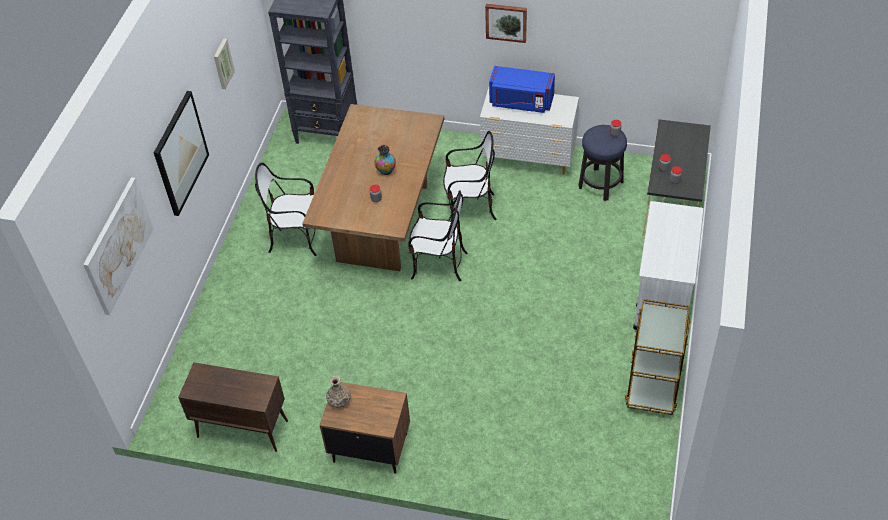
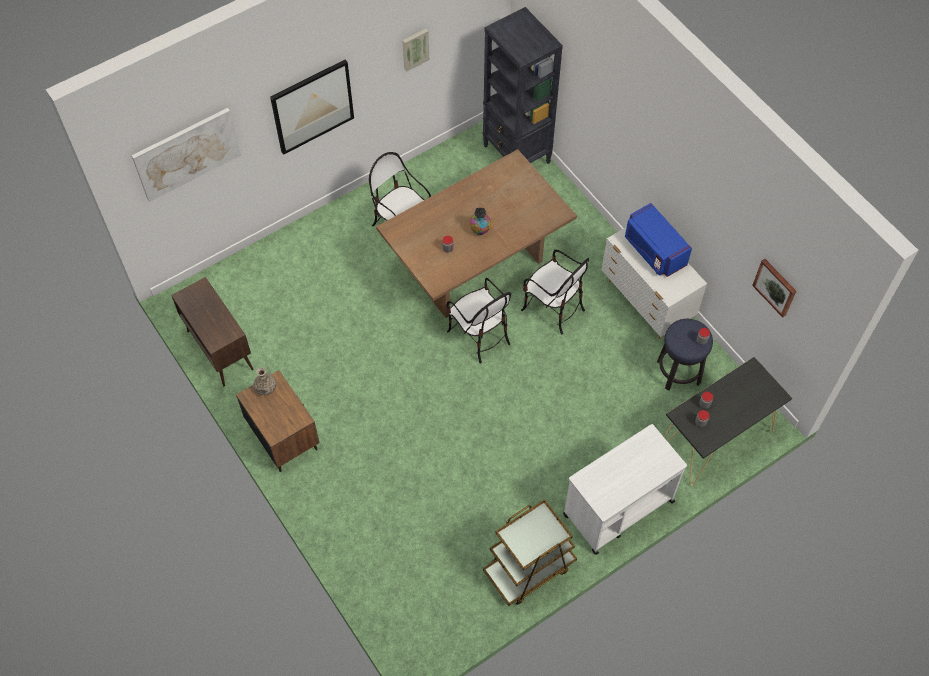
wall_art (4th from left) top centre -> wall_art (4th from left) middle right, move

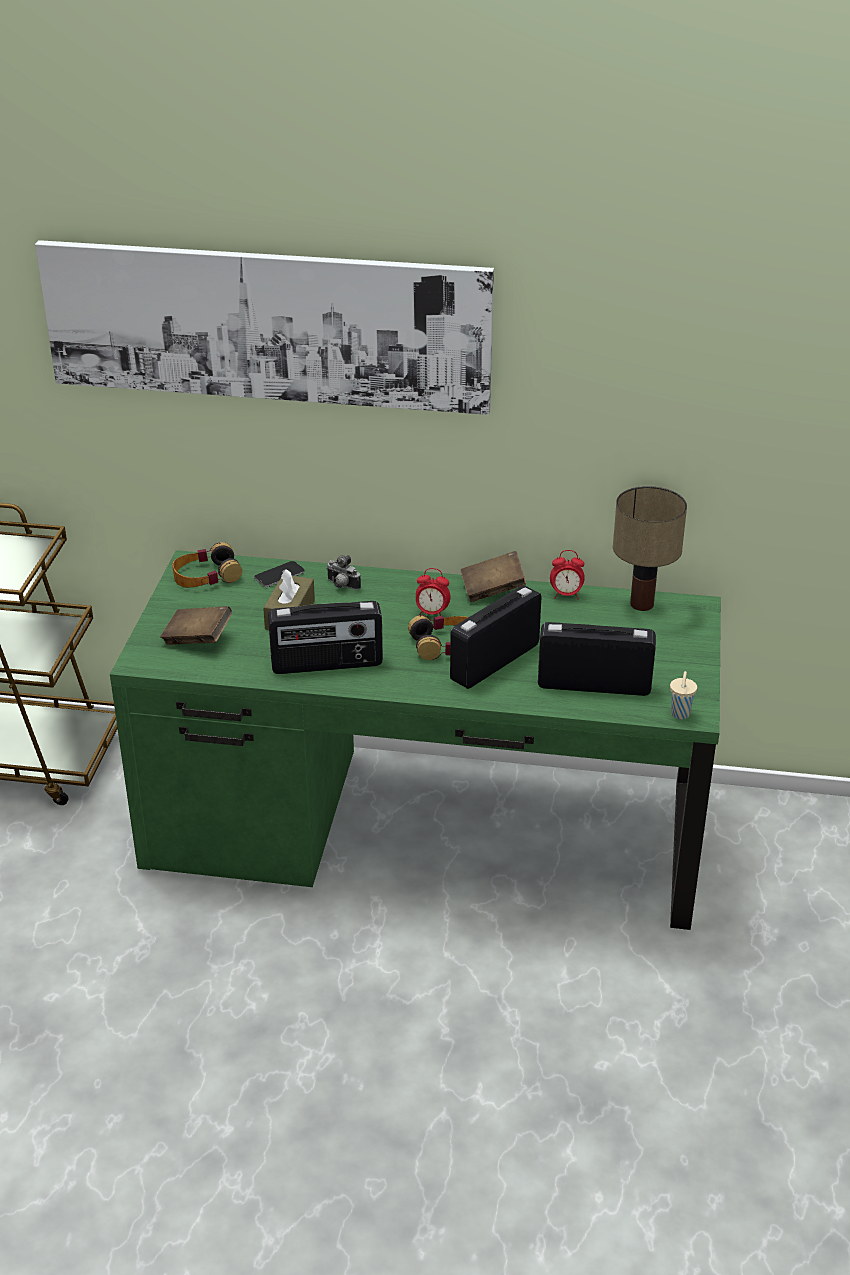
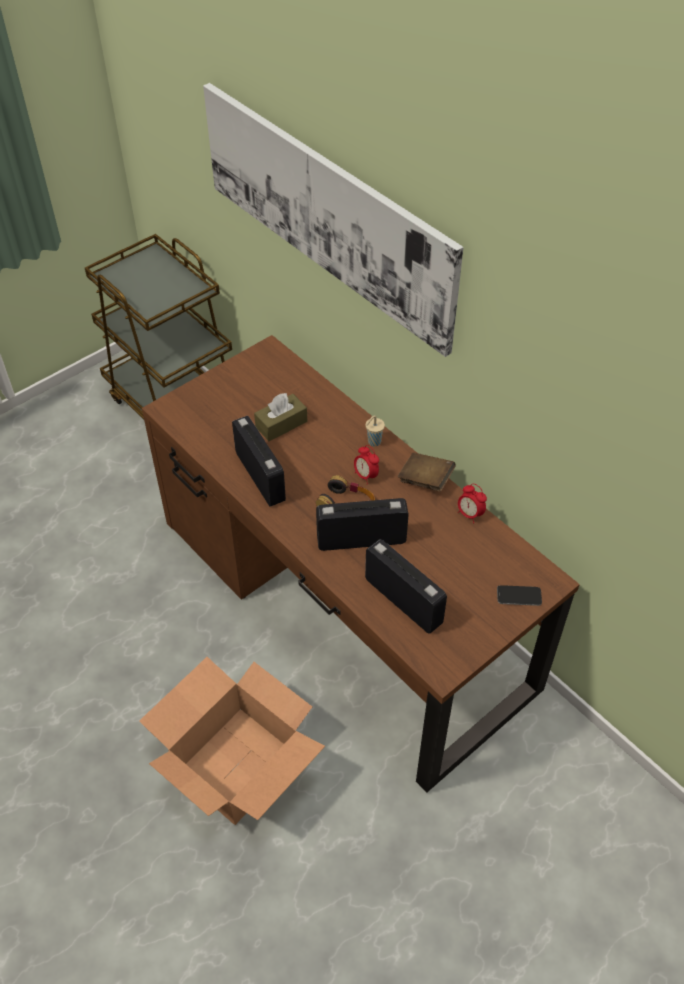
brown_book (1st from left) middle left -> none
pair_of_headphones (1st from left) middle left -> none
photo_camera centre -> none
tabletop_lamp middle right -> none
none -> packing_box bottom centre
telephone middle left -> telephone middle right, move
beige_cup middle right -> beige_cup centre, move
greenish_desk centre -> brown_desk centre
radio (1st from left) centre, 150 degrees counterclockwise

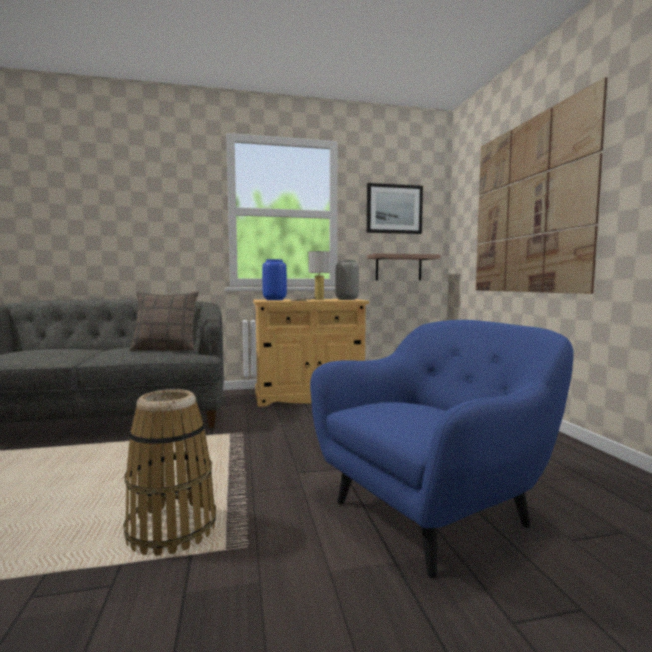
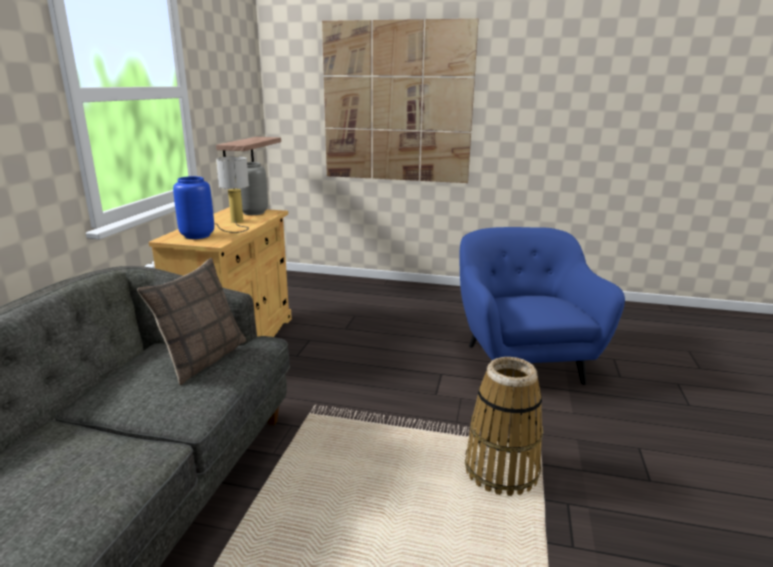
wall_art (1st from left) top centre -> none

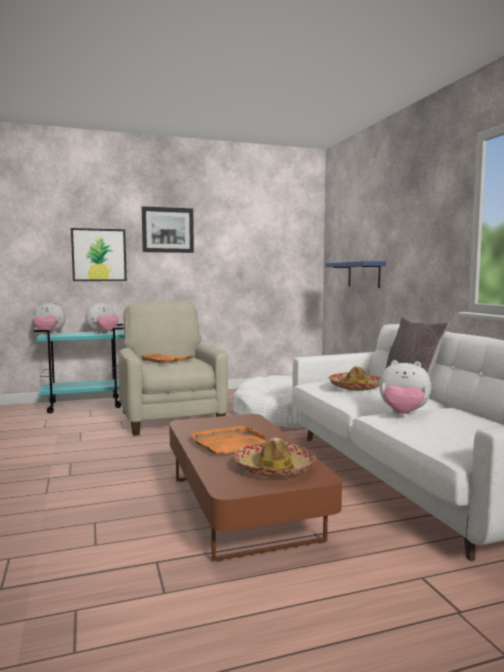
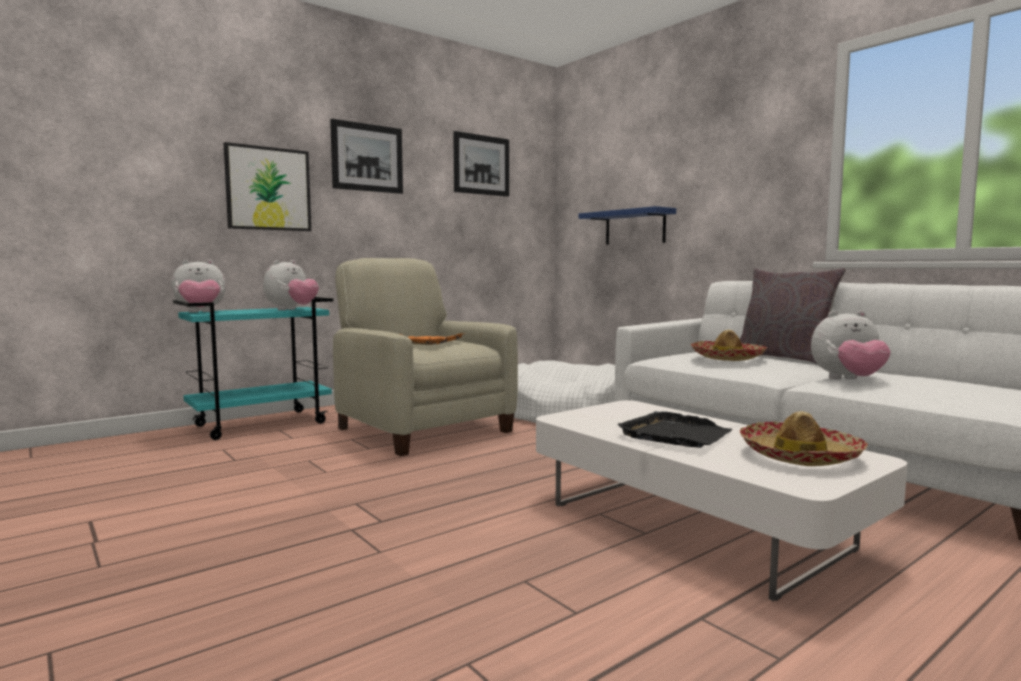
none -> wall_art (3rd from left) top centre
brown_coffee_table bottom centre -> white-coloured_coffee_table bottom right
orangey_tray (2nd from left) centre -> black-coloured_tray centre

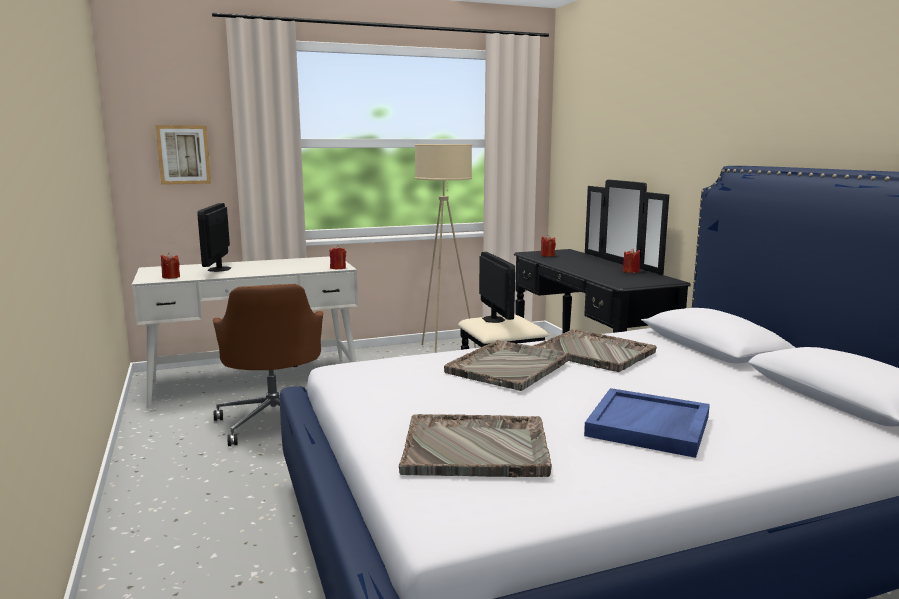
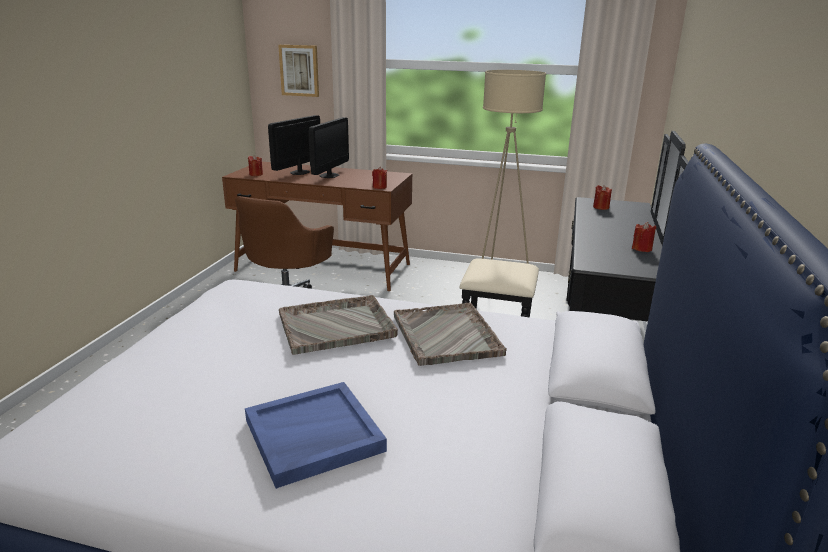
greyish_tray (1st from left) bottom centre -> none
computer_screen (2nd from left) centre -> computer_screen (2nd from left) top centre, move
white-coloured_desk middle left -> brown_desk centre

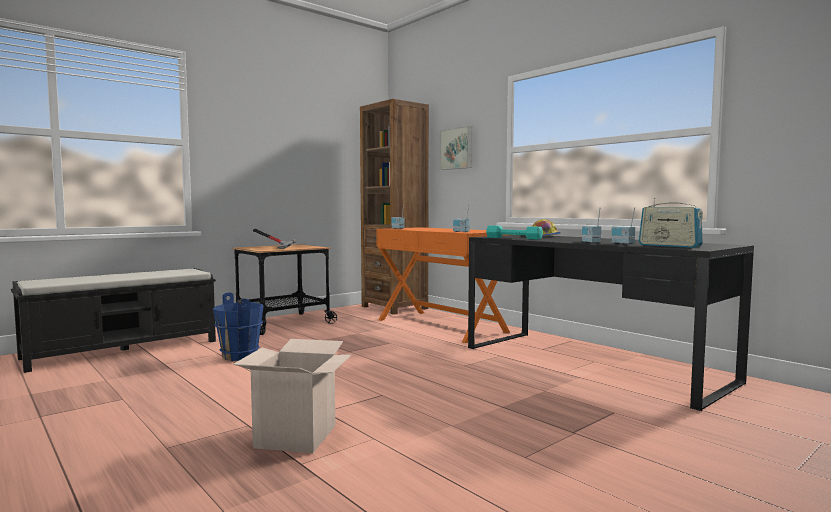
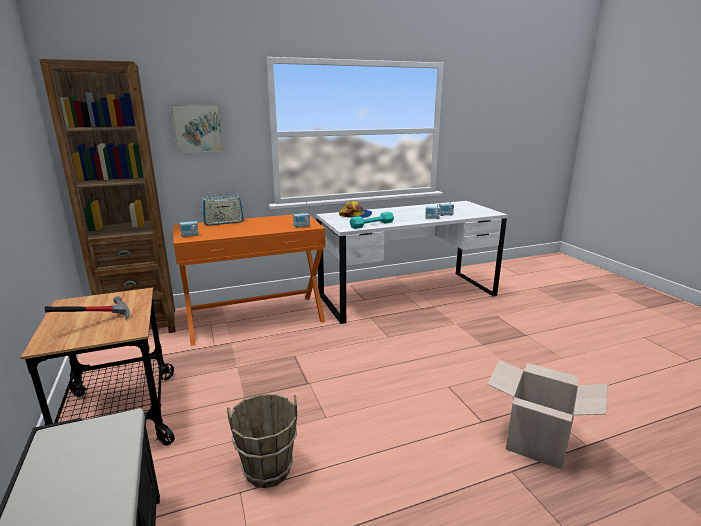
radio (5th from left in the first image) middle right -> radio (2nd from left) middle left, move
bluish_bucket middle left -> brown_bucket bottom centre
black-coloured_desk middle right -> white-coloured_desk centre

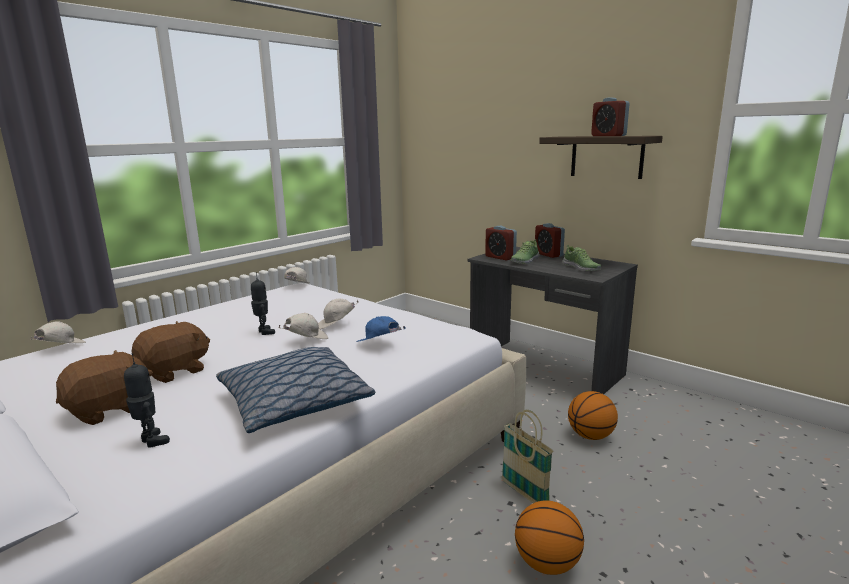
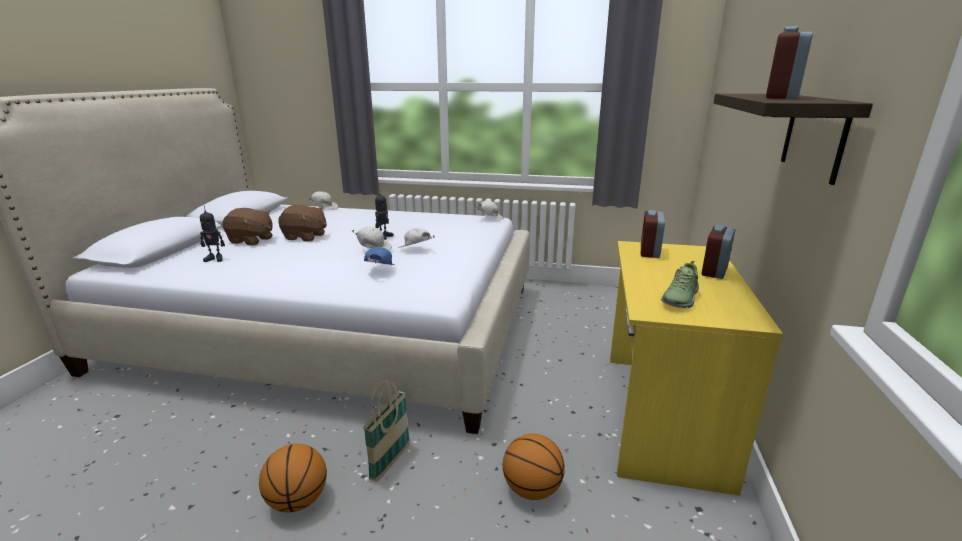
pillow bottom centre -> none
item_of_footwear (1st from left) centre -> none
greyish_desk centre -> yellow_desk bottom right
model_robot (1st from left) bottom left -> model_robot (1st from left) middle left, 75 degrees clockwise

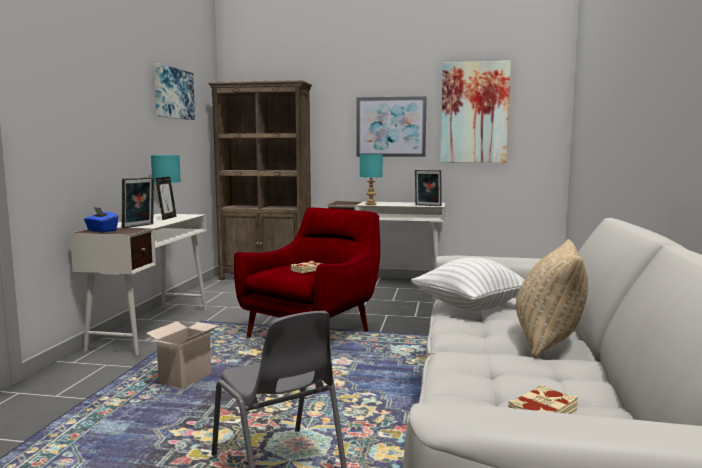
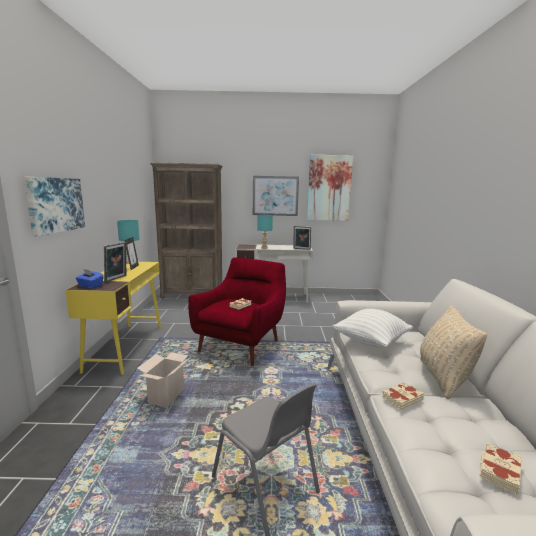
none -> beige_book (2nd from left) bottom right
wall_art (1st from left) top left -> wall_art (1st from left) middle left, move
white-coloured_desk (1st from left) middle left -> yellow_desk middle left

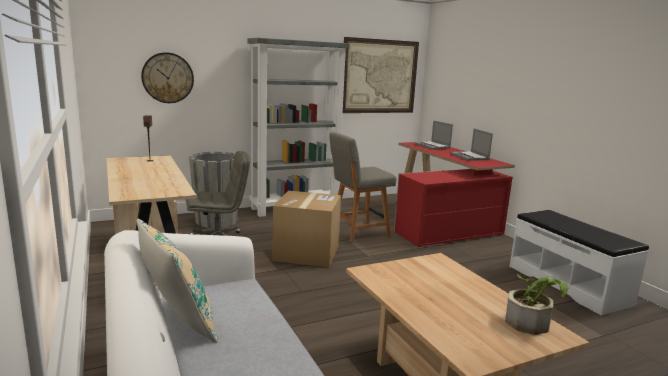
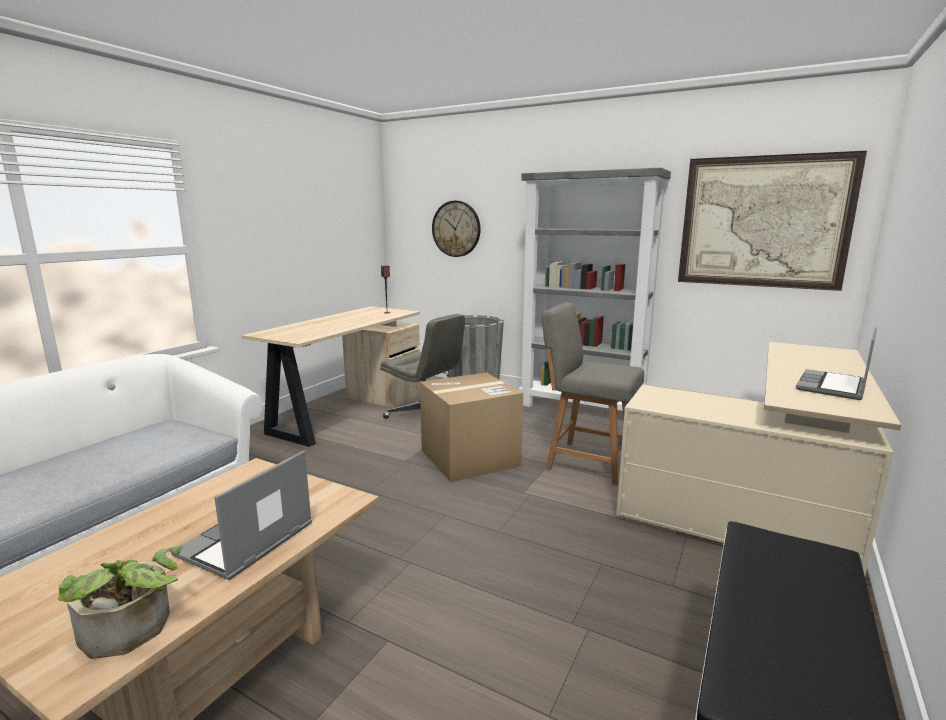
beige_pillow bottom left -> none
laptop (1st from left) centre -> laptop (1st from left) bottom left, move
red_desk middle right -> beige_desk (2nd from left) middle right

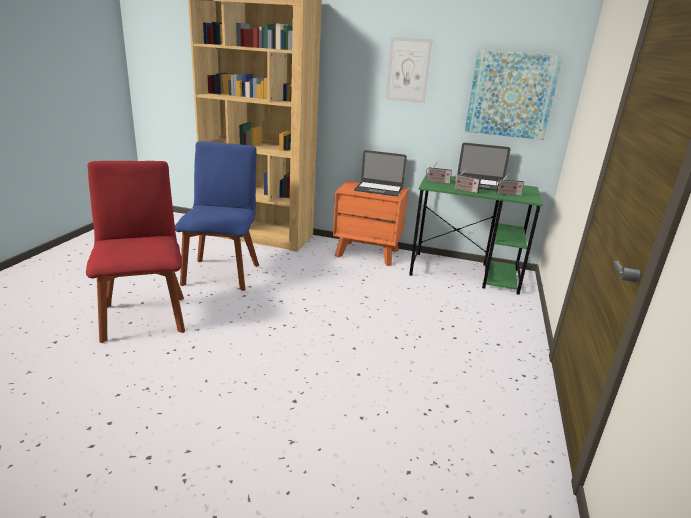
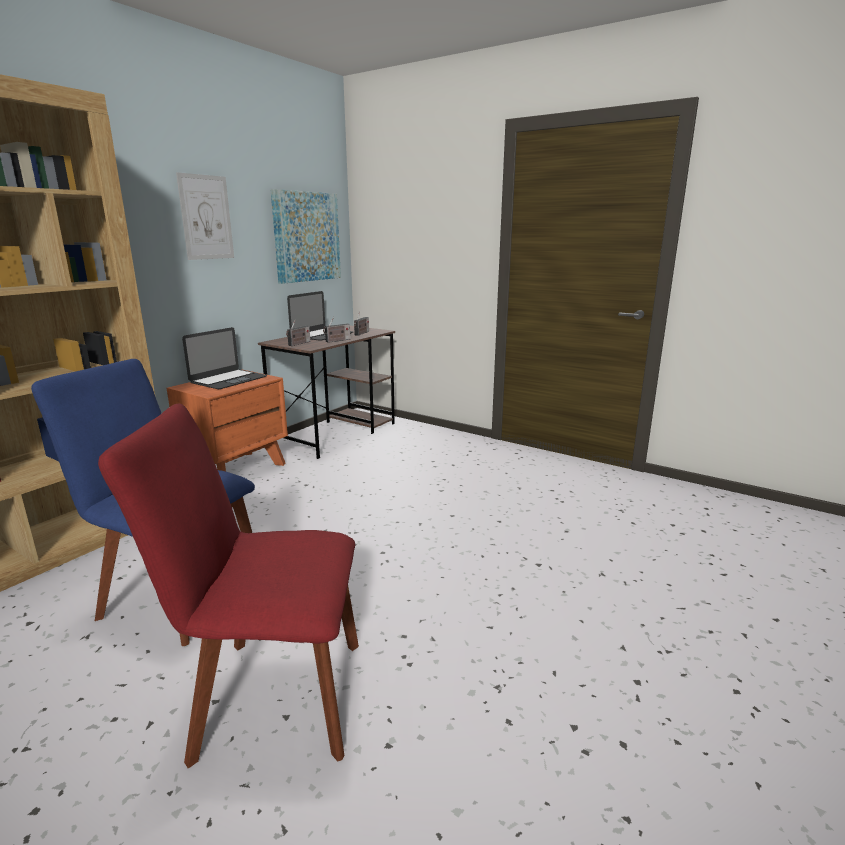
greenish_desk middle right -> brown_desk centre

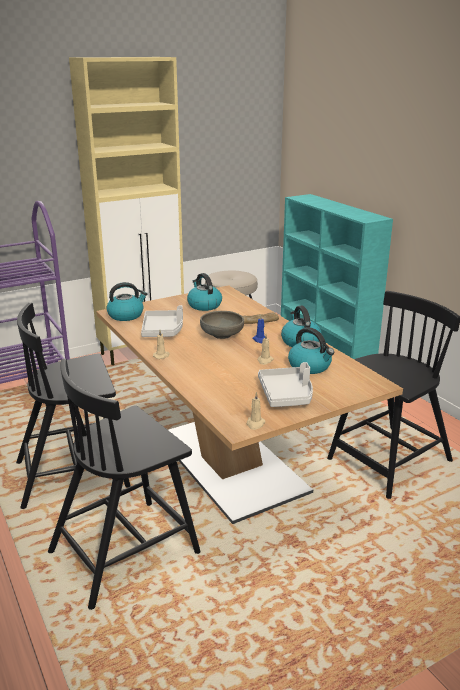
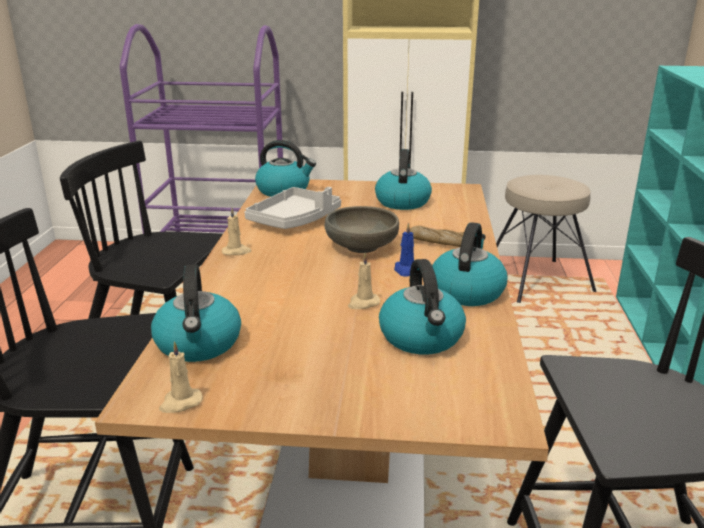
greyish_tray (2nd from left) centre -> none
none -> water_kettle (1st from left) middle left

